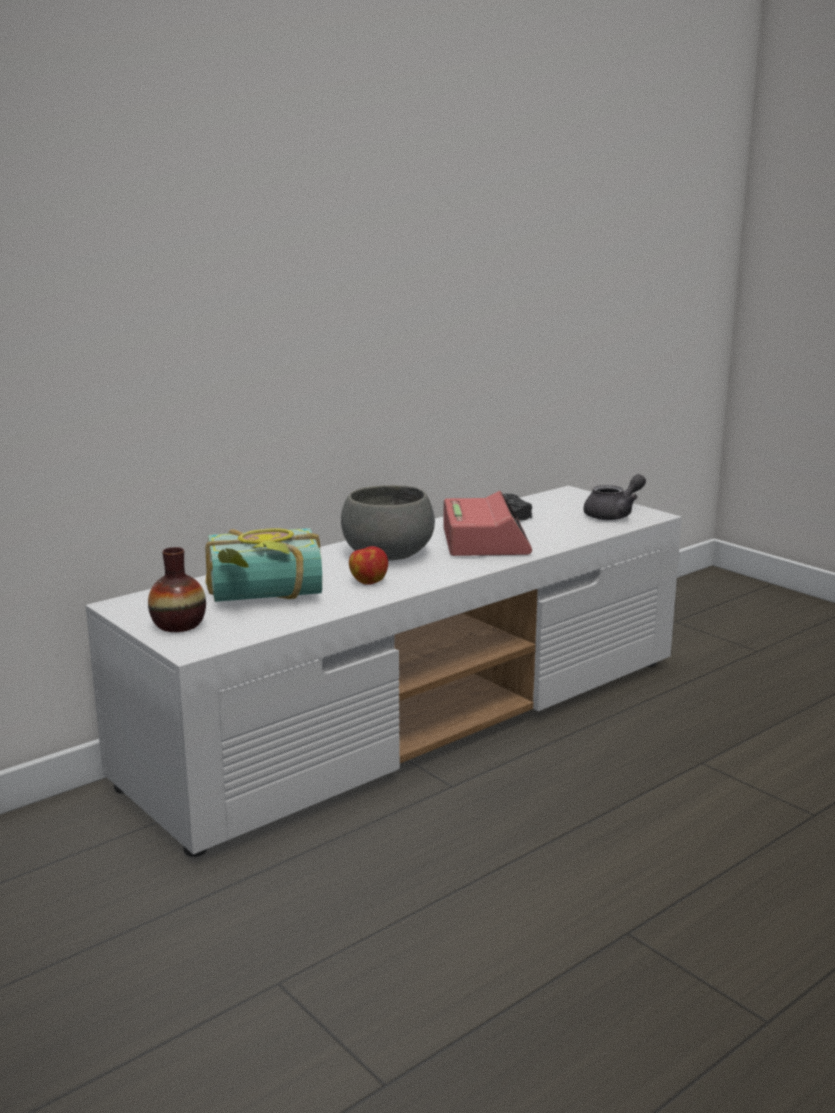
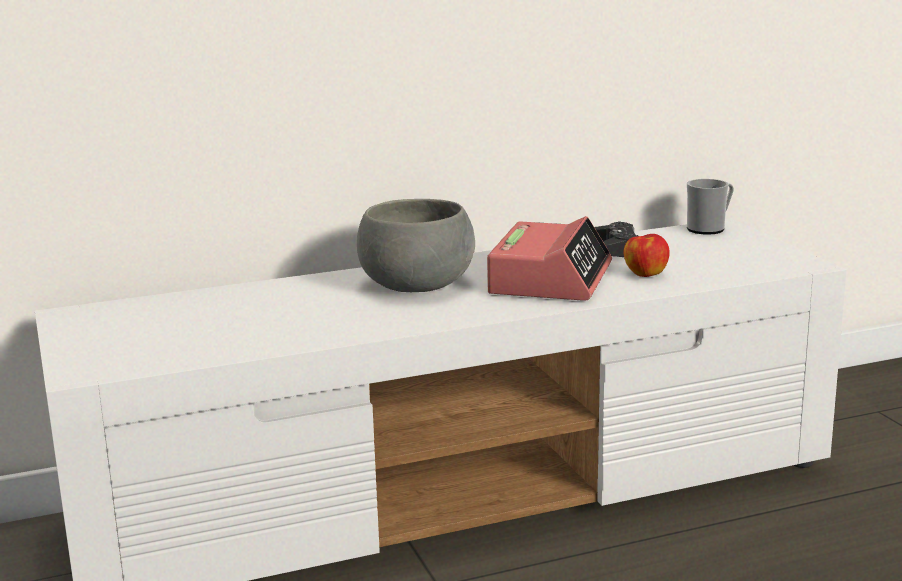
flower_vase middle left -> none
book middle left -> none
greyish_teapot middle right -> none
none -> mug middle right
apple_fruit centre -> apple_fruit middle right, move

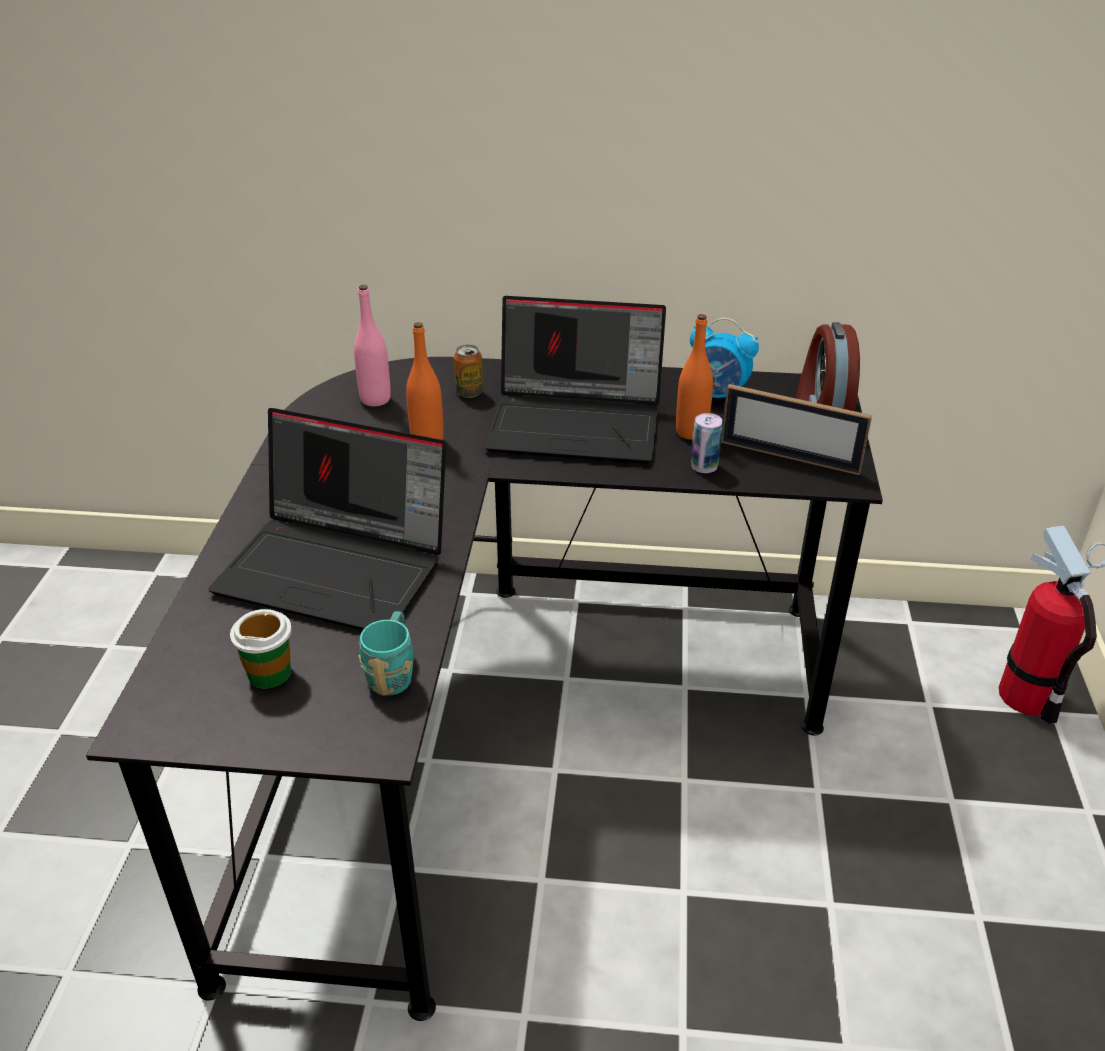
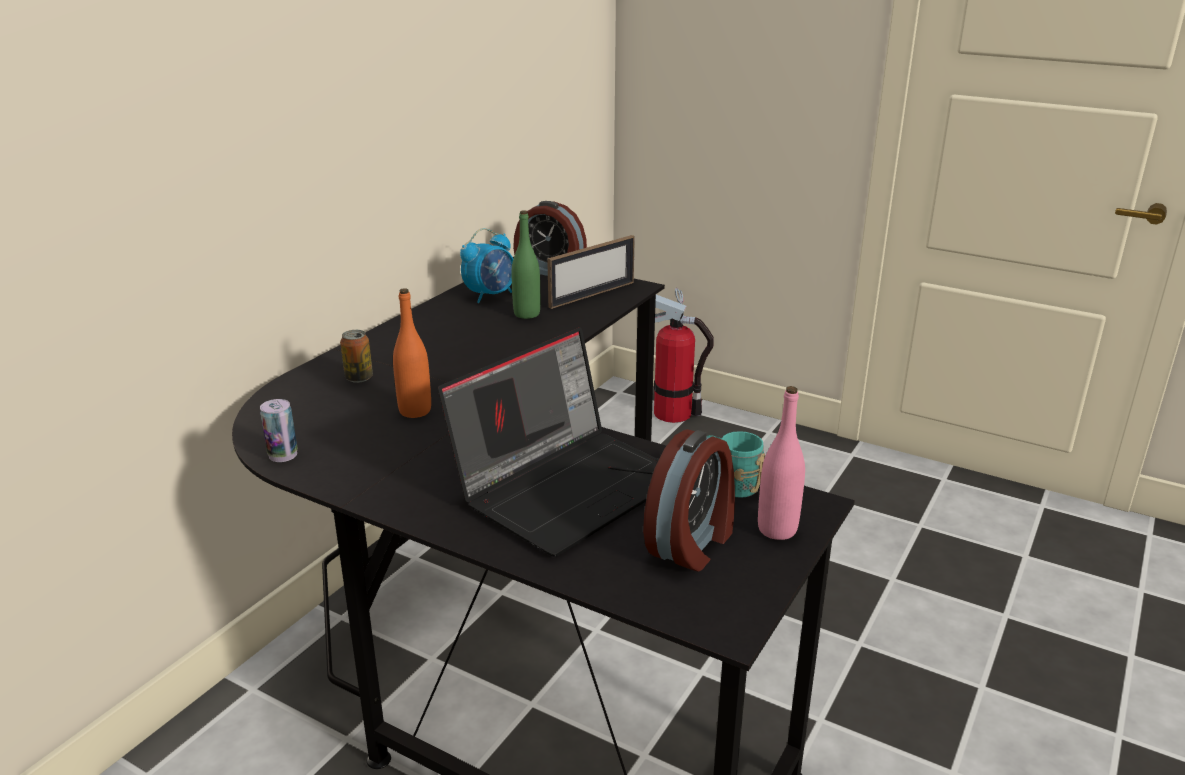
laptop (2nd from left) centre -> none
pink_beverage_bottle top centre -> pink_beverage_bottle centre, move
sealed_can (2nd from left in the first image) centre -> sealed_can (1st from left) middle left, move
cup middle left -> table_clock (3rd from left) centre
orangey_beverage_bottle (2nd from left) centre -> greenish_beverage_bottle centre

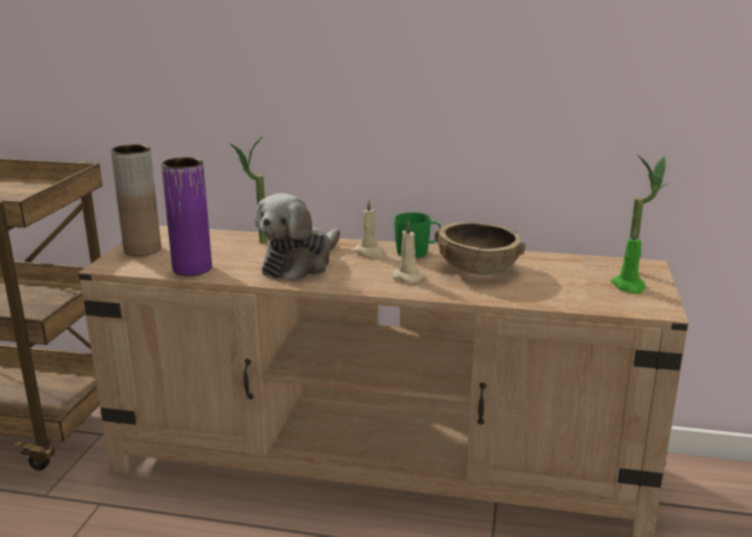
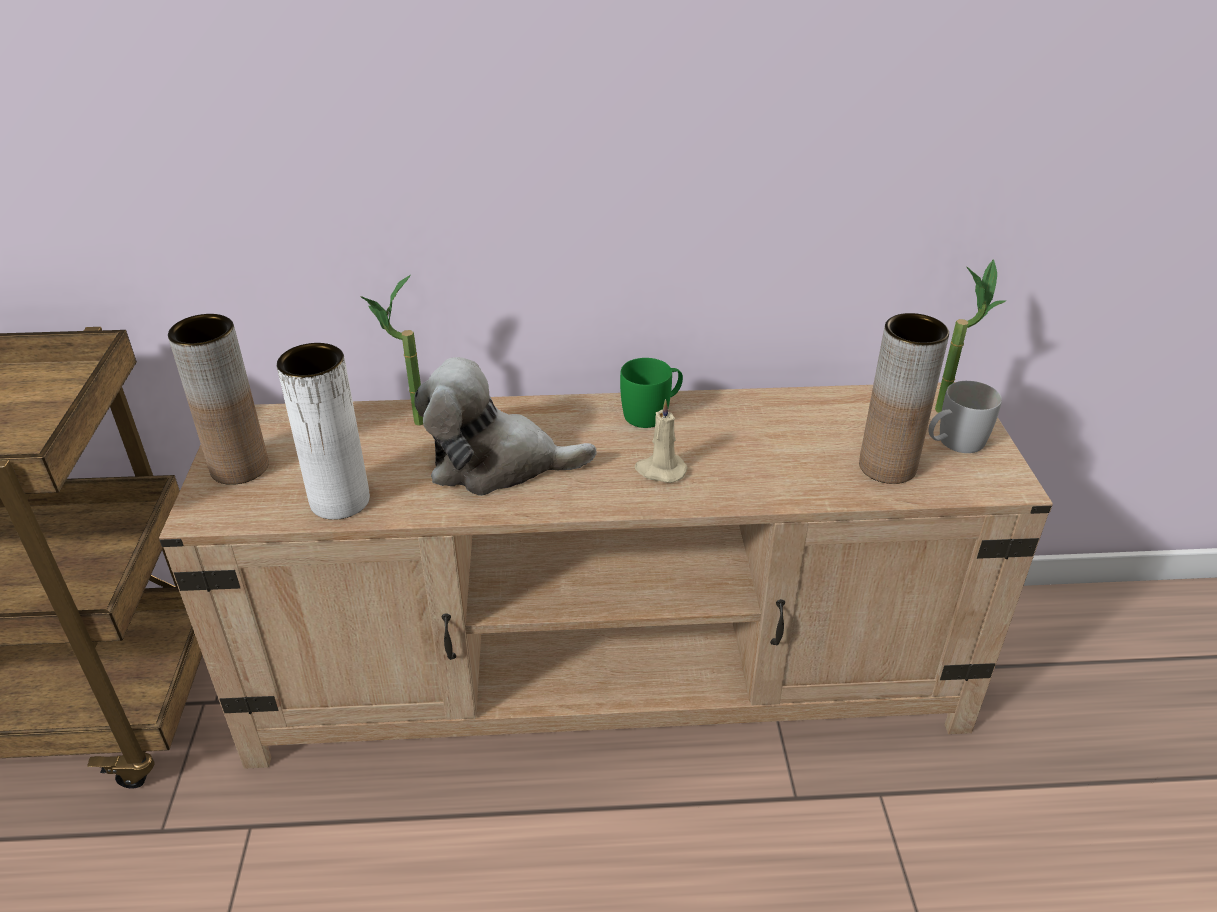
beige_candle (1st from left) centre -> none
brown_bowl centre -> none
none -> brown_flower_vase (2nd from left) middle right
greenish_candle middle right -> white-coloured_mug middle right
purple-coloured_flower_vase middle left -> white-coloured_flower_vase middle left
plush_toy centre, 75 degrees clockwise

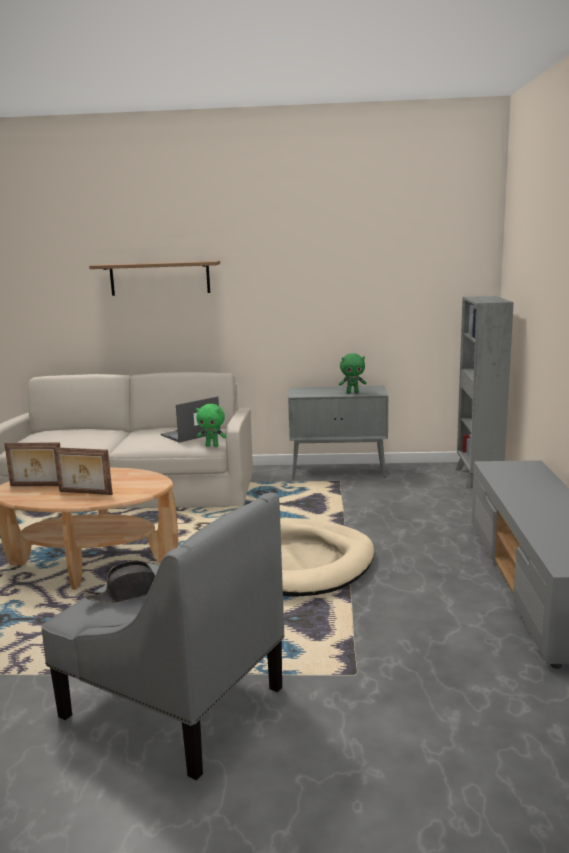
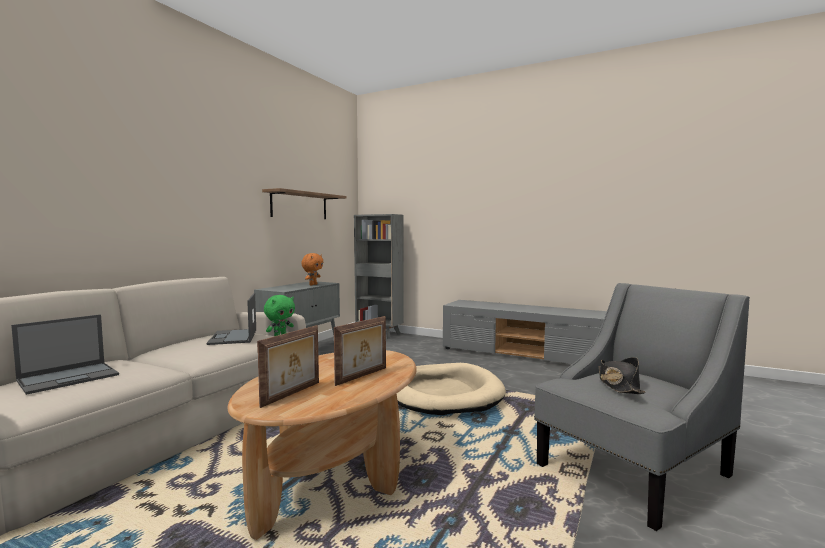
none -> laptop (1st from left) middle left
shelf top left -> shelf centre, move
greenish_plush_toy (2nd from left) centre -> orangey_plush_toy centre

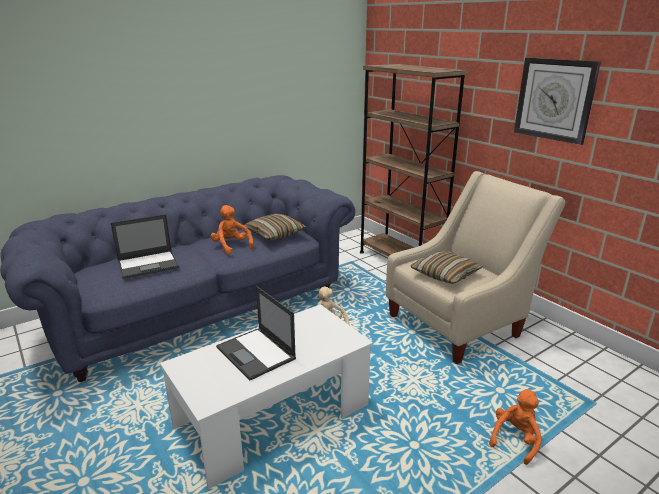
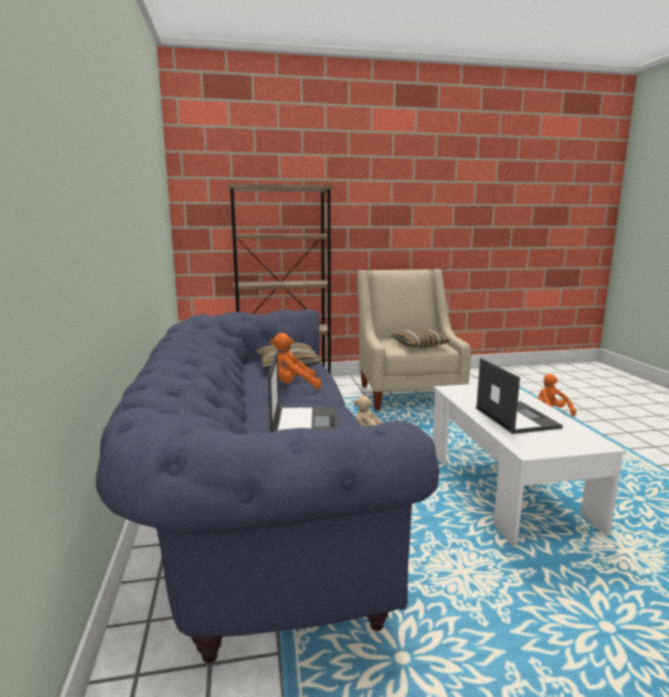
wall_clock top right -> none
laptop (2nd from left) bottom centre -> laptop (2nd from left) middle right, 90 degrees counterclockwise

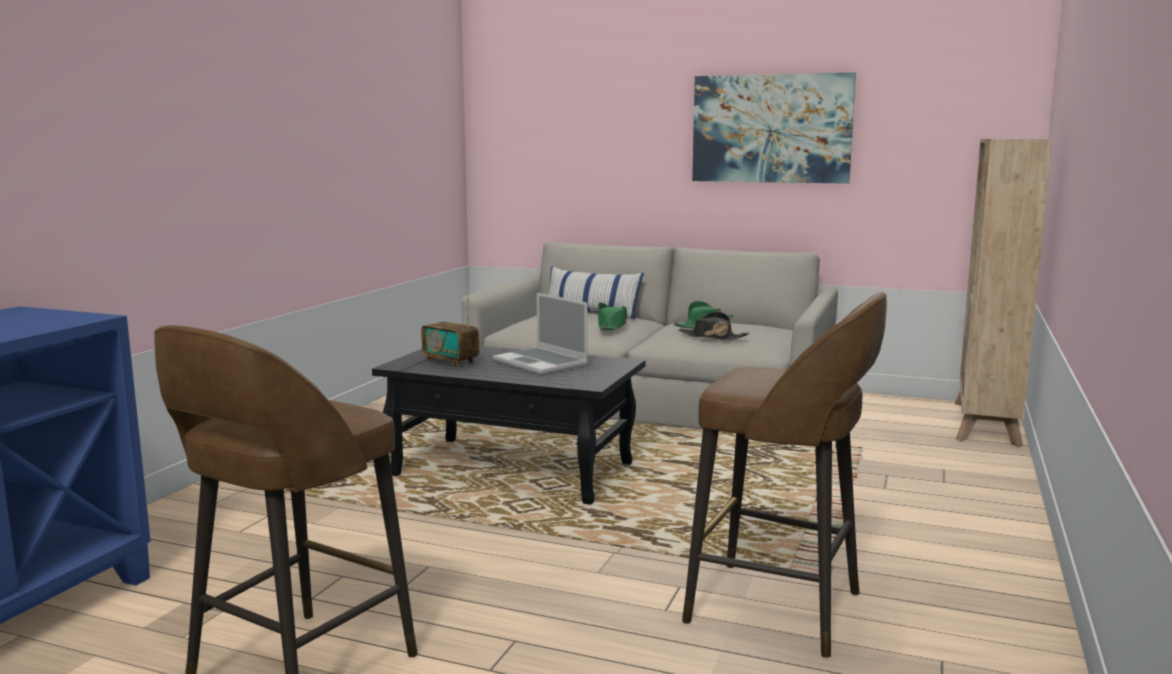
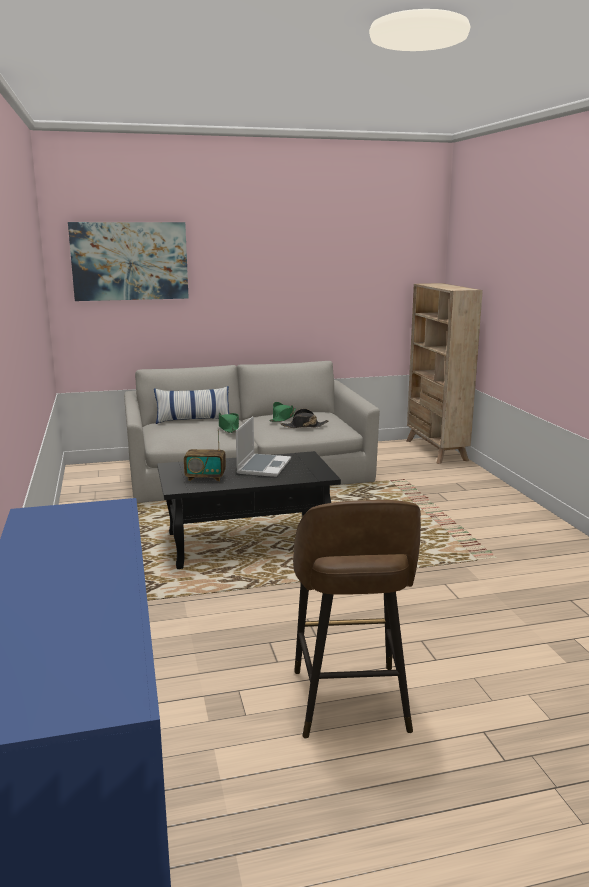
brown_stool (2nd from left) bottom right -> none
wall_art top centre -> wall_art top left, move
laptop centre, 90 degrees counterclockwise

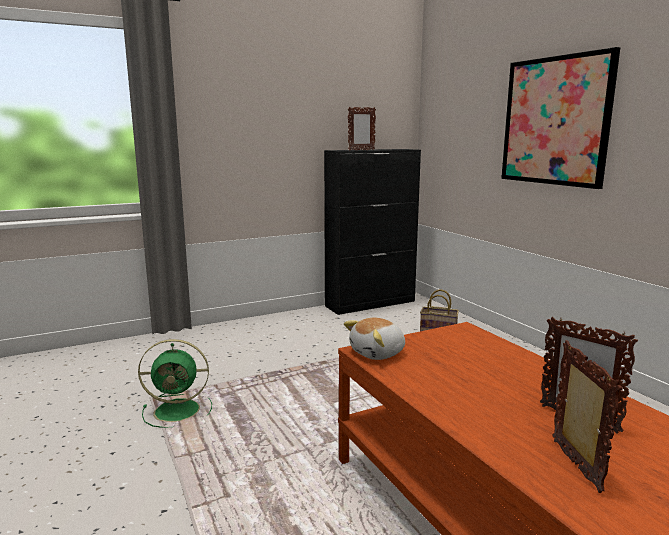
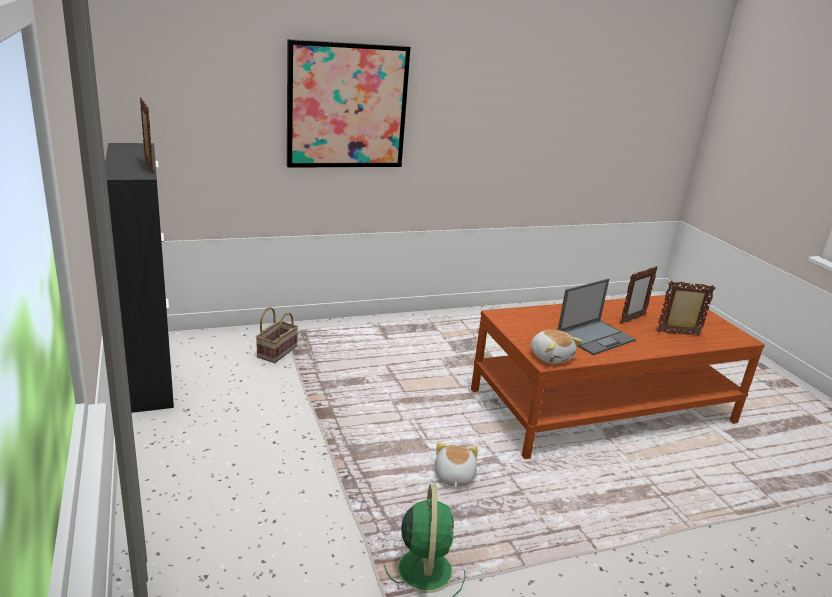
none -> plush_toy (1st from left) bottom centre
none -> laptop middle right

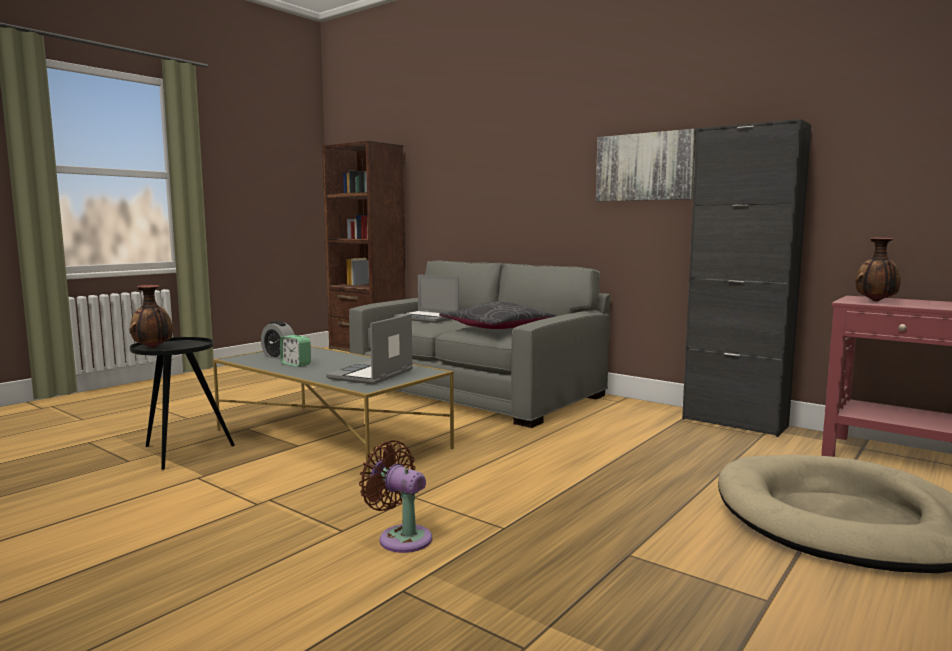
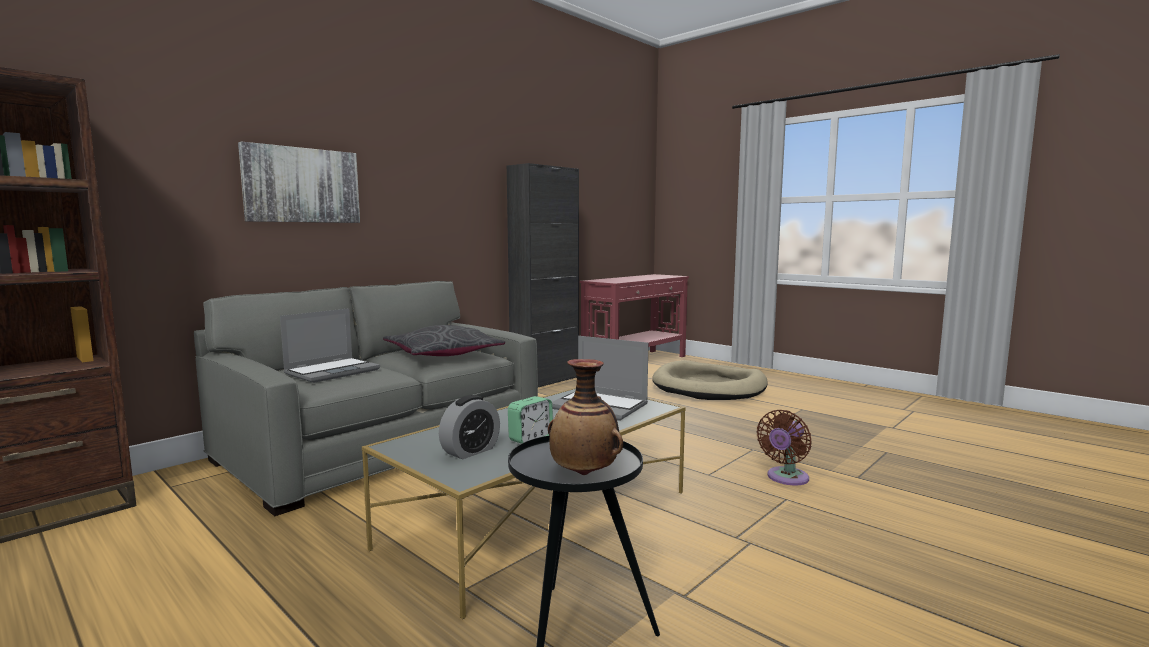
flower_vase (2nd from left) middle right -> none
wall_art top right -> wall_art top left, move

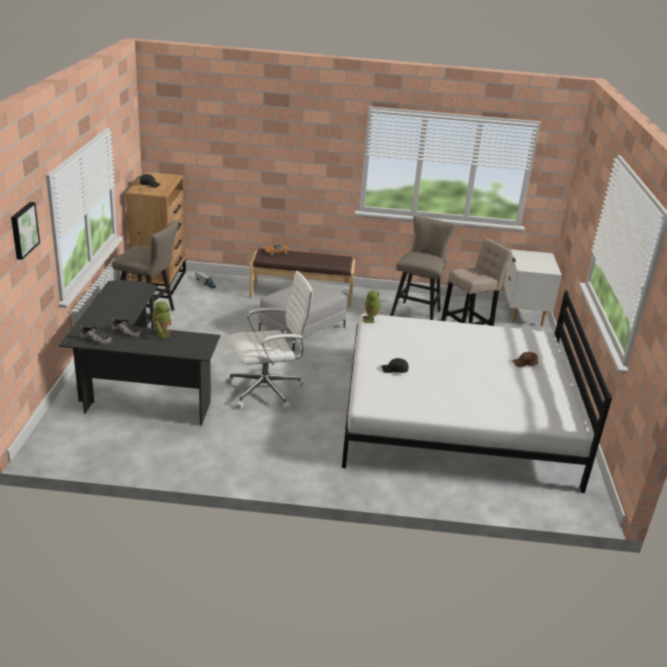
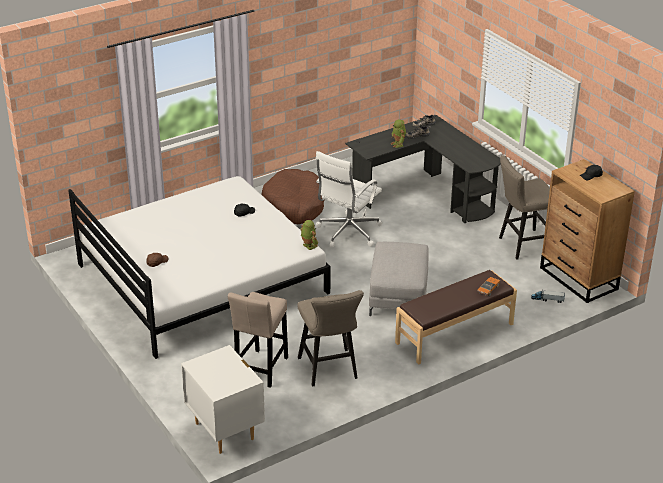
wall_art middle left -> none
none -> brown_dog_cushion centre

